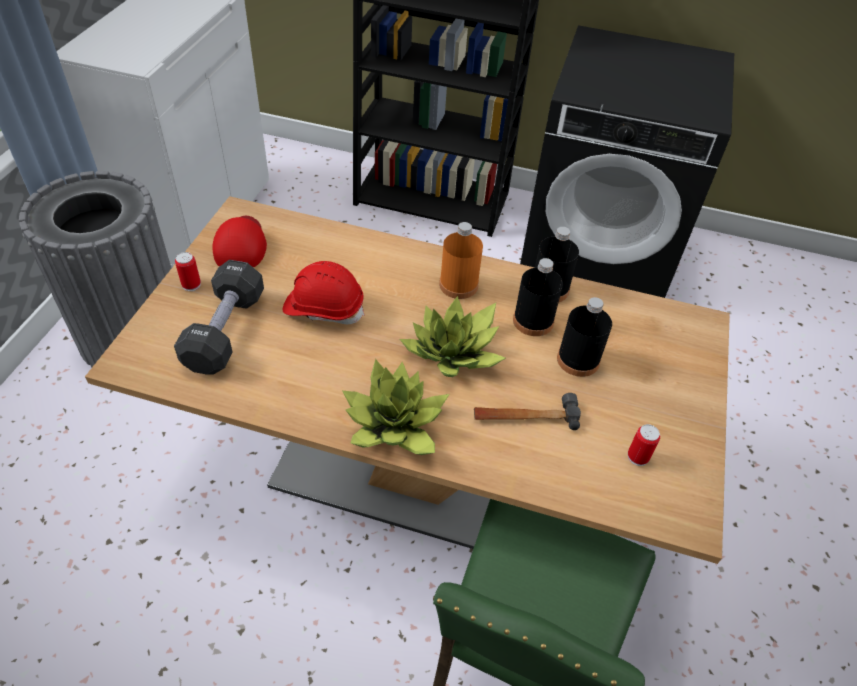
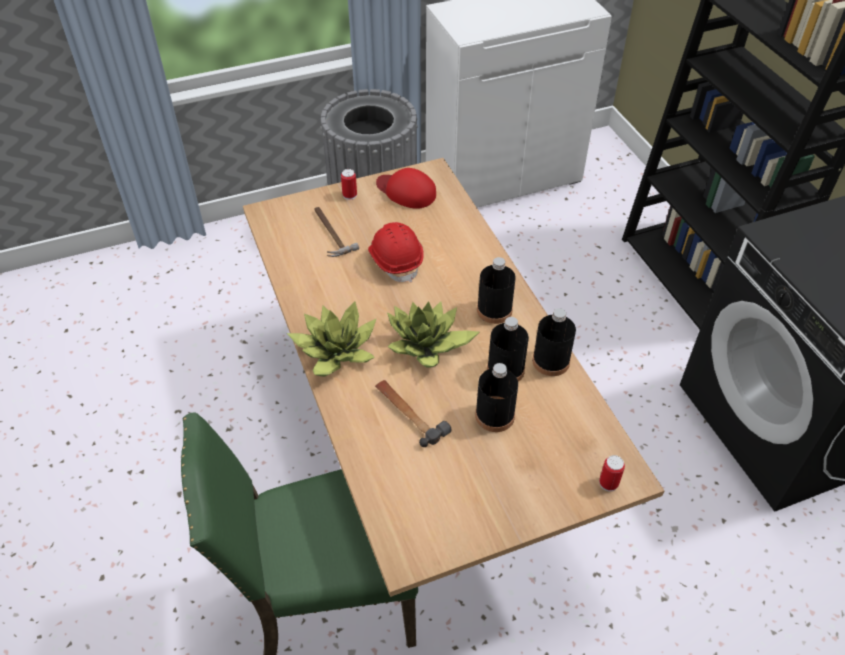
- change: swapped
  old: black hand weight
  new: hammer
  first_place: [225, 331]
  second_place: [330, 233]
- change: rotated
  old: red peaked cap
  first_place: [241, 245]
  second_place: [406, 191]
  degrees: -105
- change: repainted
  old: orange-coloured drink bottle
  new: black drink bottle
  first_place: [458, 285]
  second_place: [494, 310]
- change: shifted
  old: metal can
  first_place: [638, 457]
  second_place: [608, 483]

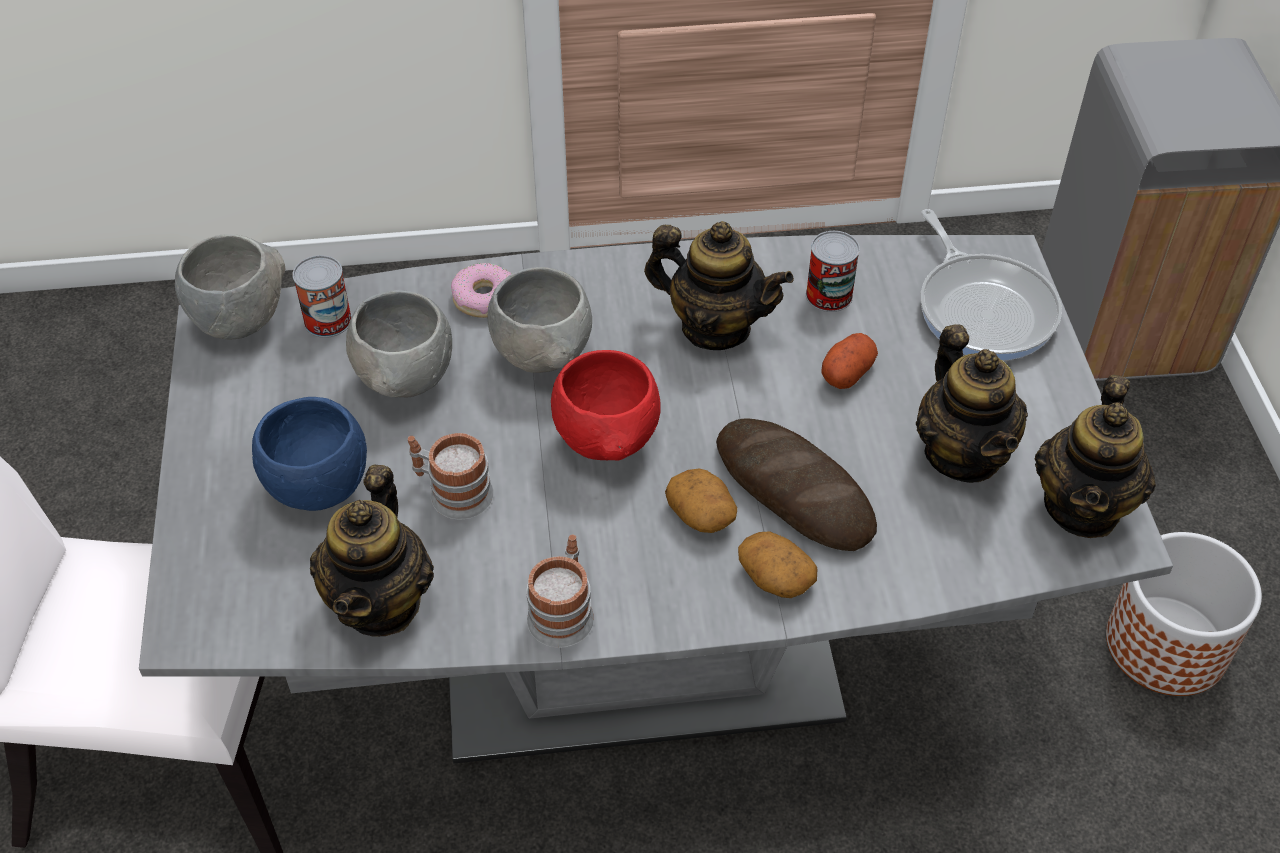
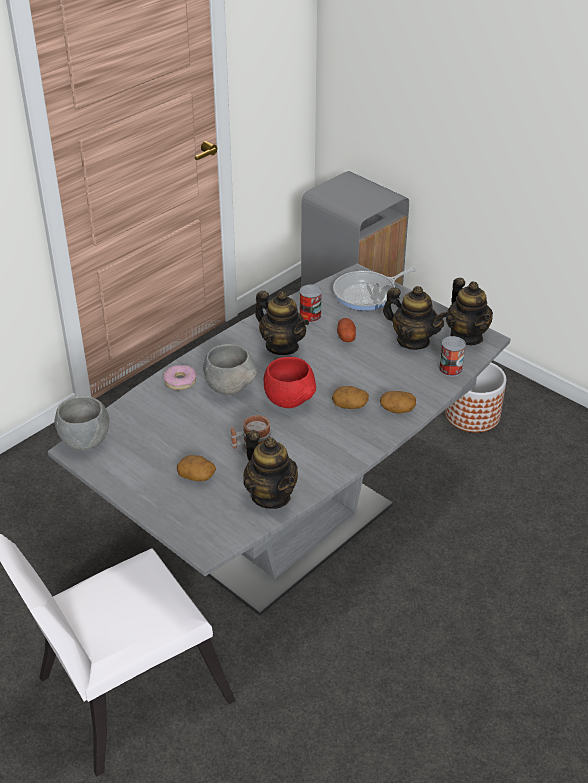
- change: swapped
  old: blue-coloured deep dish
  new: whole potato
  first_place: [318, 487]
  second_place: [197, 476]
- change: rotated
  old: teapot
  first_place: [715, 327]
  second_place: [282, 346]
  degrees: 60
- change: rotated
  old: pan
  first_place: [983, 308]
  second_place: [368, 294]
  degrees: 120
- change: shifted
  old: metal can
  first_place: [328, 320]
  second_place: [450, 369]
- change: gone
  old: gray deep dish
  first_place: [405, 382]
- change: gone
  old: mug
  first_place: [563, 610]
- change: gone
  old: bakery bread
  first_place: [793, 490]

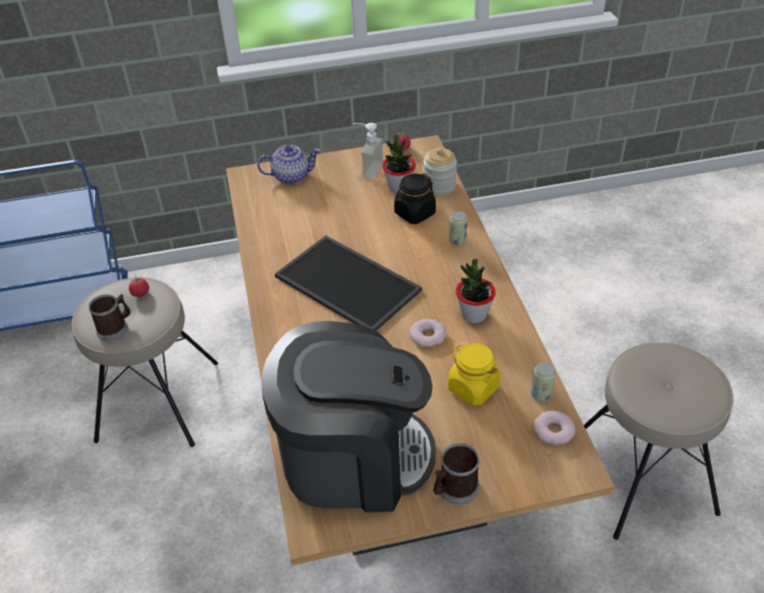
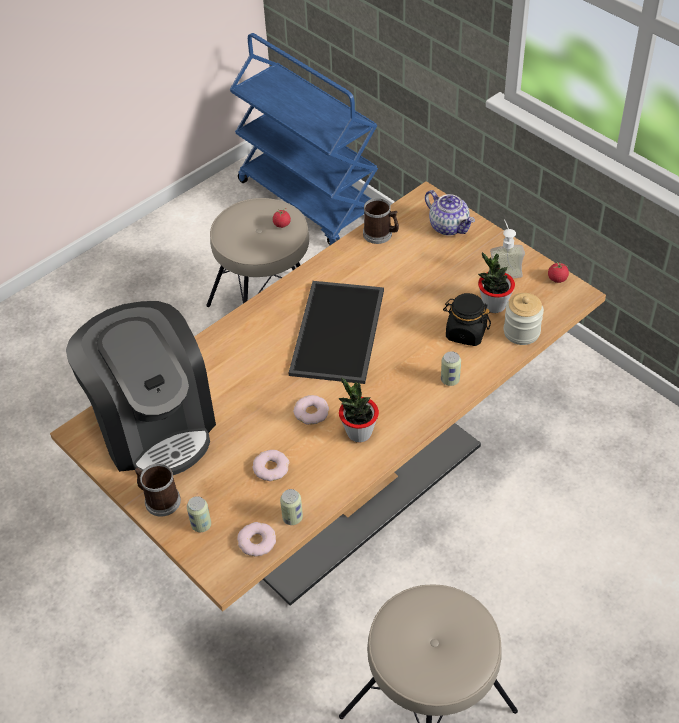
- change: new
  new: metal can
  second_place: [201, 525]
- change: swapped
  old: yellowish jar
  new: ring doughnut
  first_place: [472, 388]
  second_place: [271, 468]
- change: shifted
  old: mug
  first_place: [115, 328]
  second_place: [381, 234]

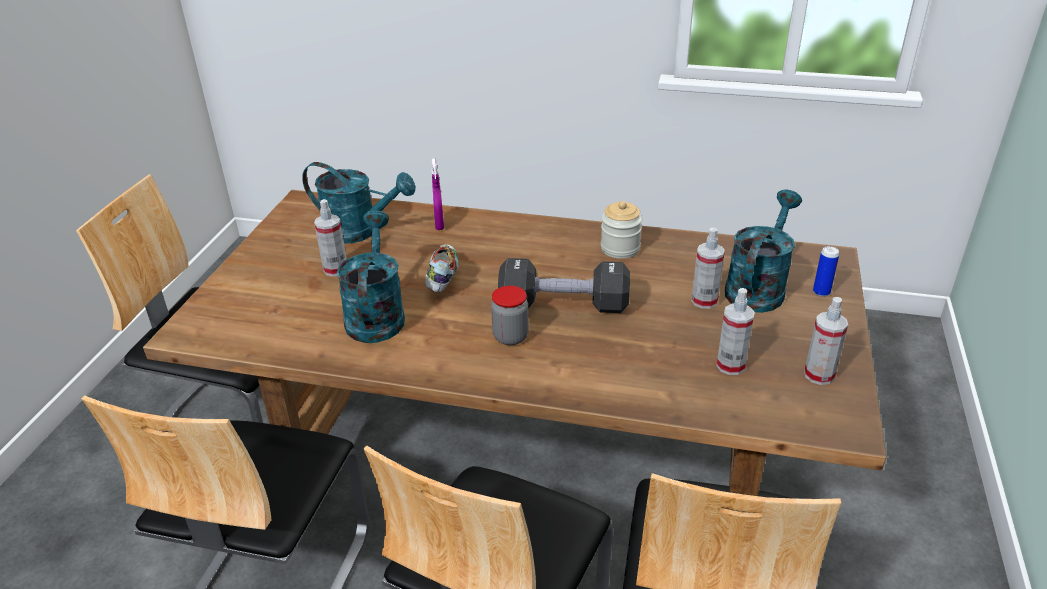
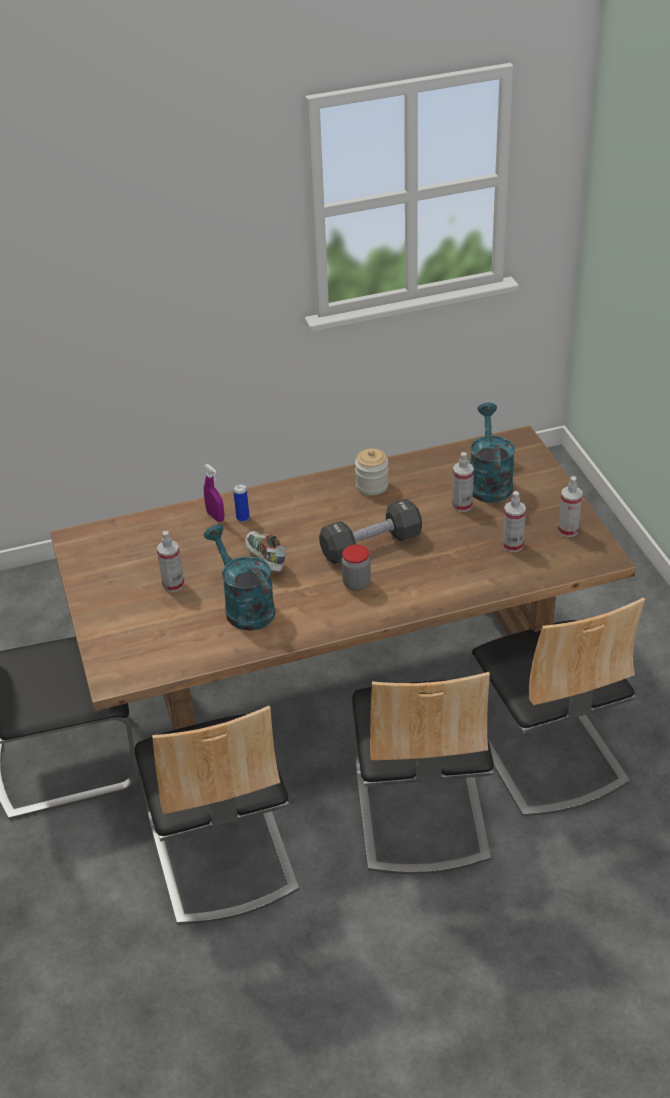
- change: shifted
  old: metal can
  first_place: [821, 292]
  second_place: [243, 518]
- change: gone
  old: turquoise-coloured watering pot
  first_place: [360, 231]

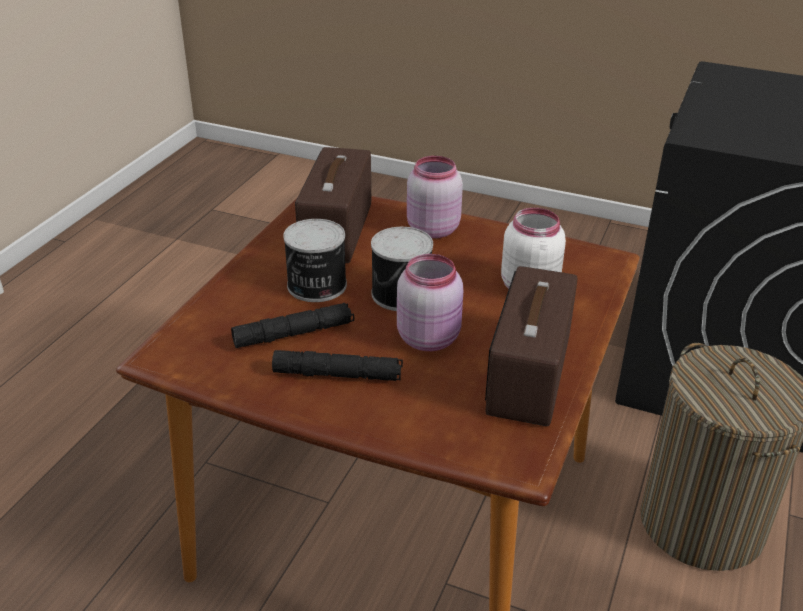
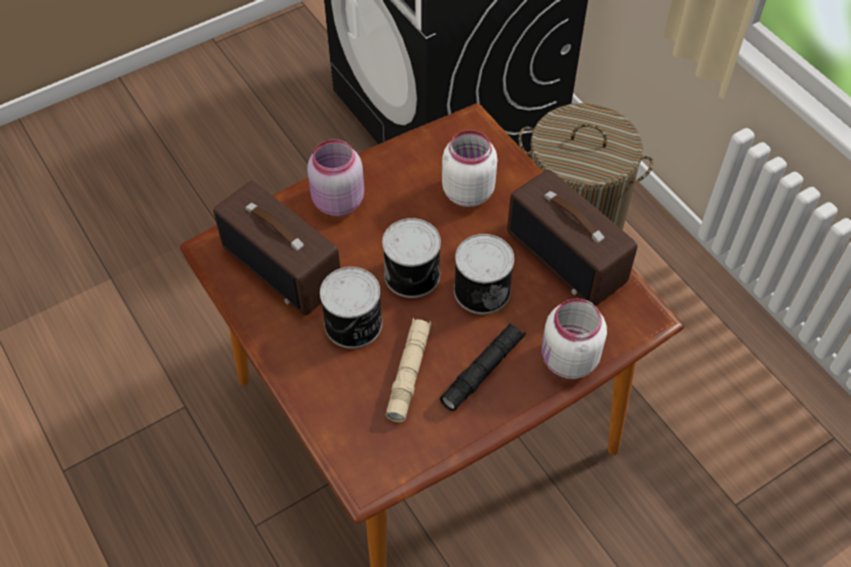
- change: repainted
  old: black flashlight
  new: sand-coloured flashlight
  first_place: [294, 333]
  second_place: [409, 373]
- change: swapped
  old: pink-coloured jar
  new: metal can
  first_place: [429, 337]
  second_place: [481, 289]
- change: new
  new: whitish jar
  second_place: [567, 360]

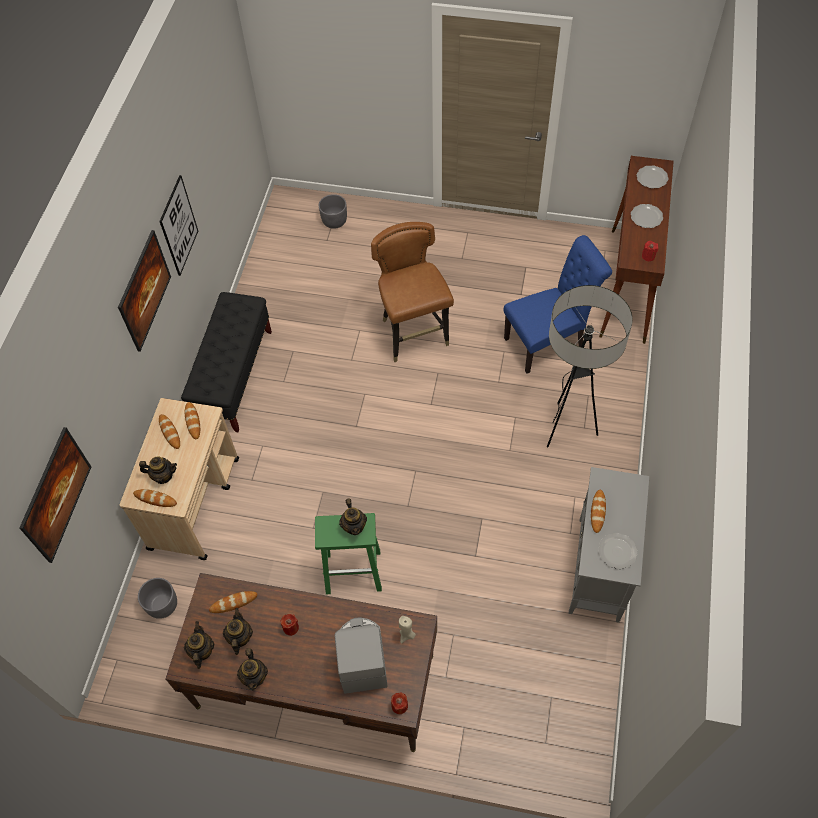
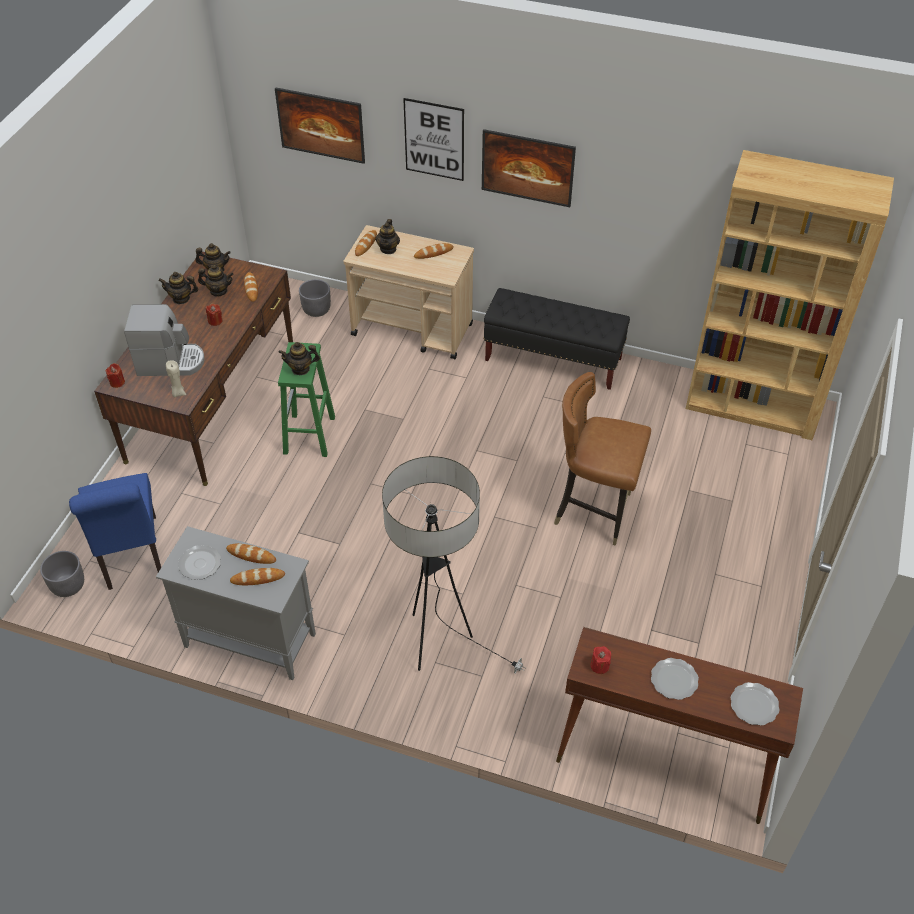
- change: shifted
  old: gray plant pot
  first_place: [334, 221]
  second_place: [68, 585]
- change: shifted
  old: blue-coloured upright chair
  first_place: [548, 342]
  second_place: [131, 557]
- change: shifted
  old: bakery bread
  first_place: [193, 421]
  second_place: [258, 578]
- change: shifted
  old: wall art
  first_place: [179, 226]
  second_place: [434, 139]
- change: rotated
  old: brownish upright chair
  first_place: [413, 335]
  second_place: [594, 511]
  degrees: -150
- change: new
  new: brownish bookshelf
  second_place: [753, 406]

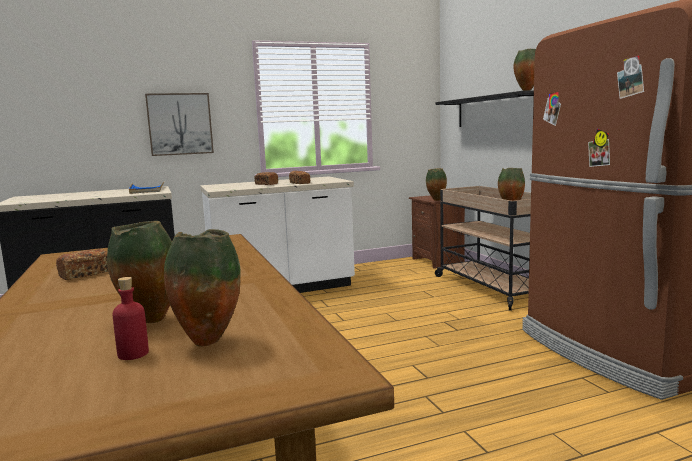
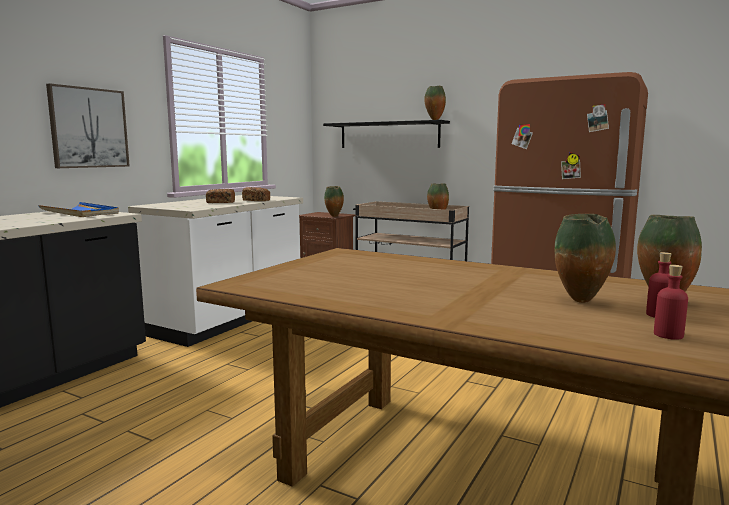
- change: new
  new: red drink bottle
  second_place: [668, 335]
- change: gone
  old: bakery bread
  first_place: [85, 274]

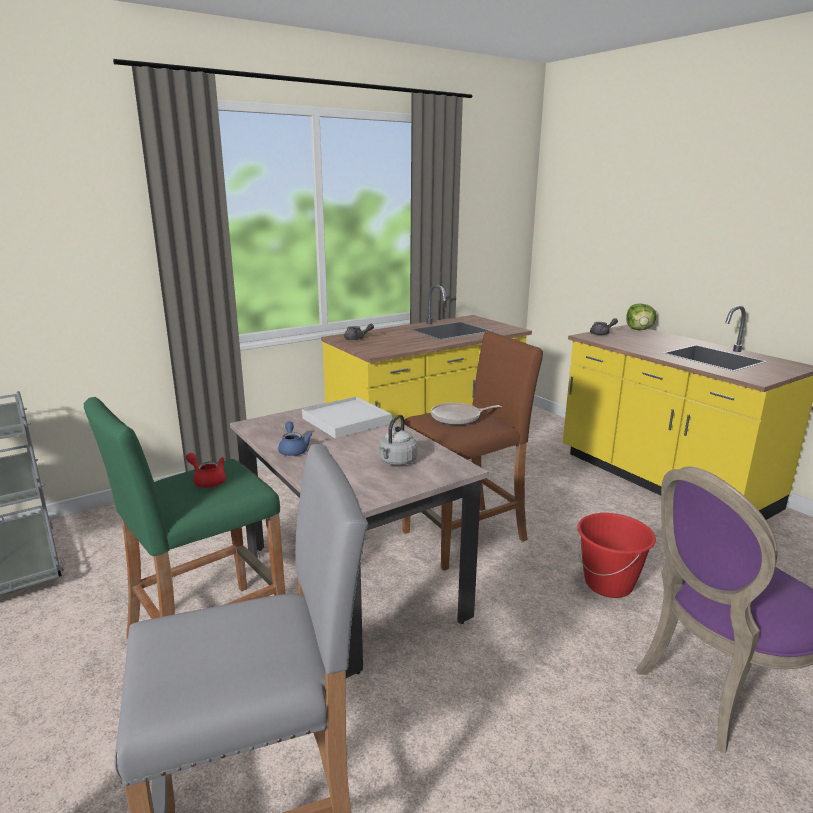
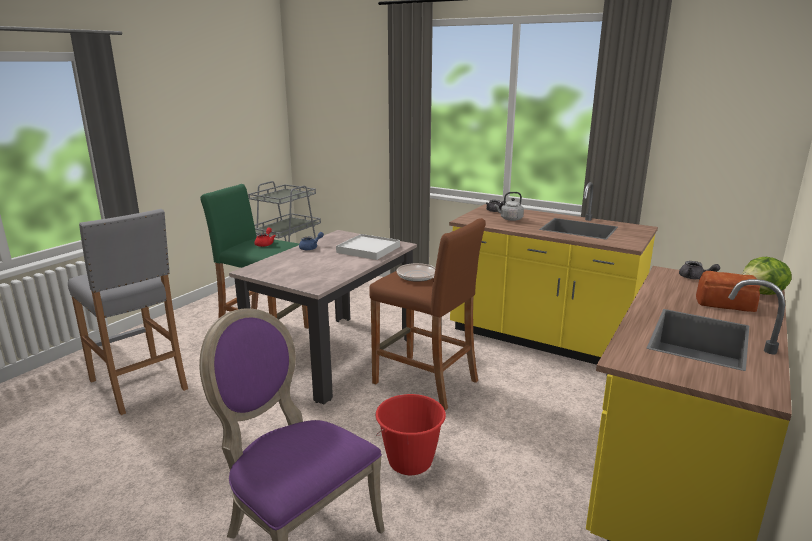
- change: shifted
  old: gray water kettle
  first_place: [396, 462]
  second_place: [510, 219]
- change: new
  new: bakery bread
  second_place: [726, 304]

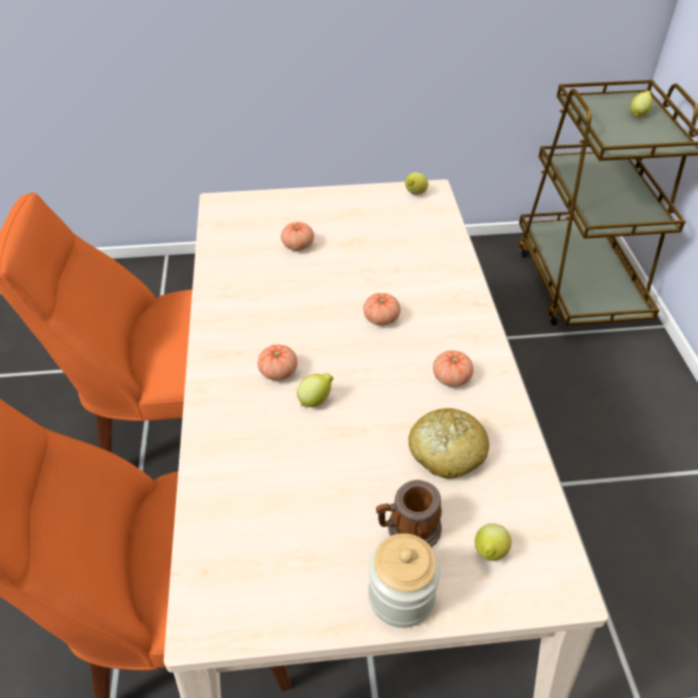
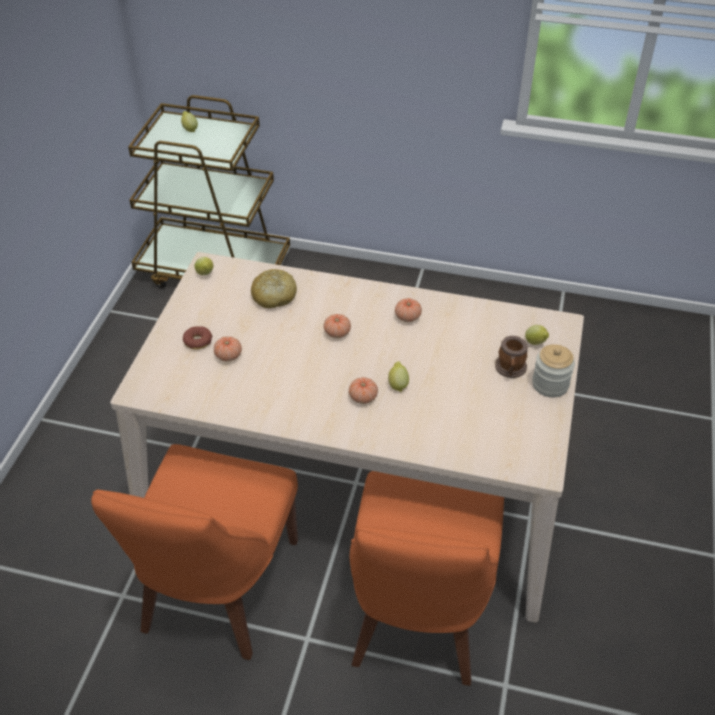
- change: new
  new: ring doughnut
  second_place: [197, 341]
- change: shifted
  old: bakery bread
  first_place: [446, 452]
  second_place: [274, 296]

